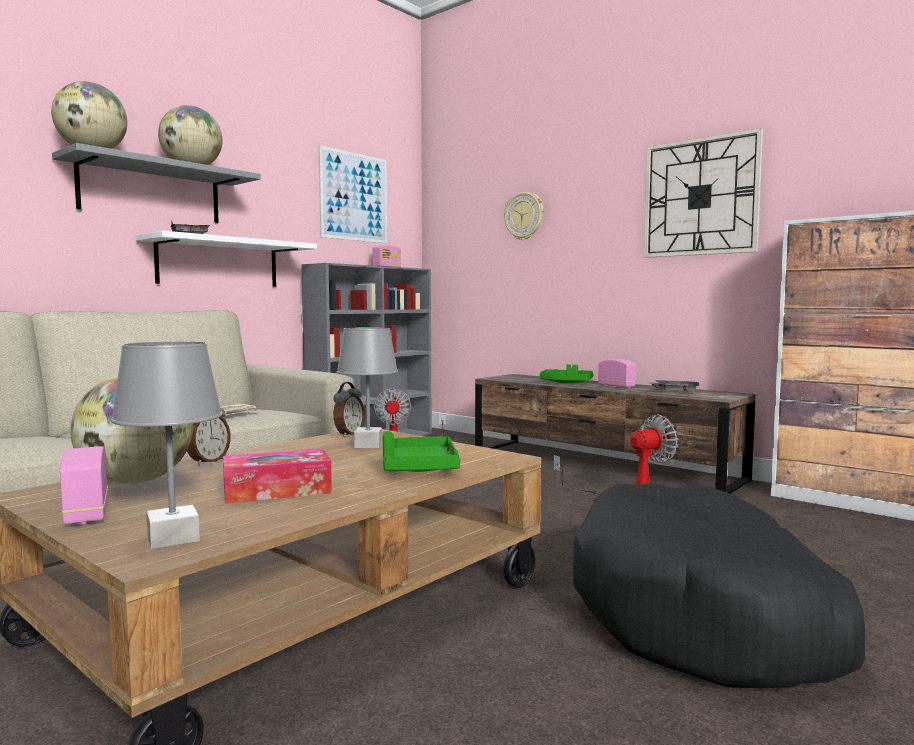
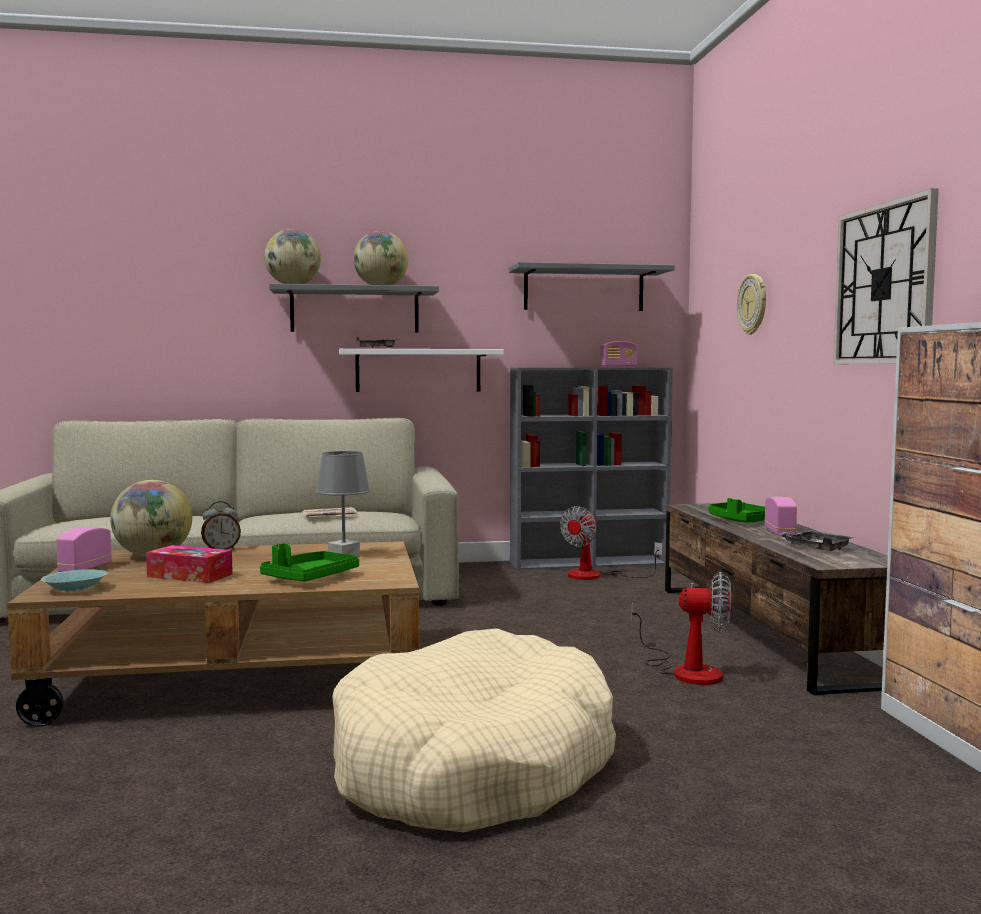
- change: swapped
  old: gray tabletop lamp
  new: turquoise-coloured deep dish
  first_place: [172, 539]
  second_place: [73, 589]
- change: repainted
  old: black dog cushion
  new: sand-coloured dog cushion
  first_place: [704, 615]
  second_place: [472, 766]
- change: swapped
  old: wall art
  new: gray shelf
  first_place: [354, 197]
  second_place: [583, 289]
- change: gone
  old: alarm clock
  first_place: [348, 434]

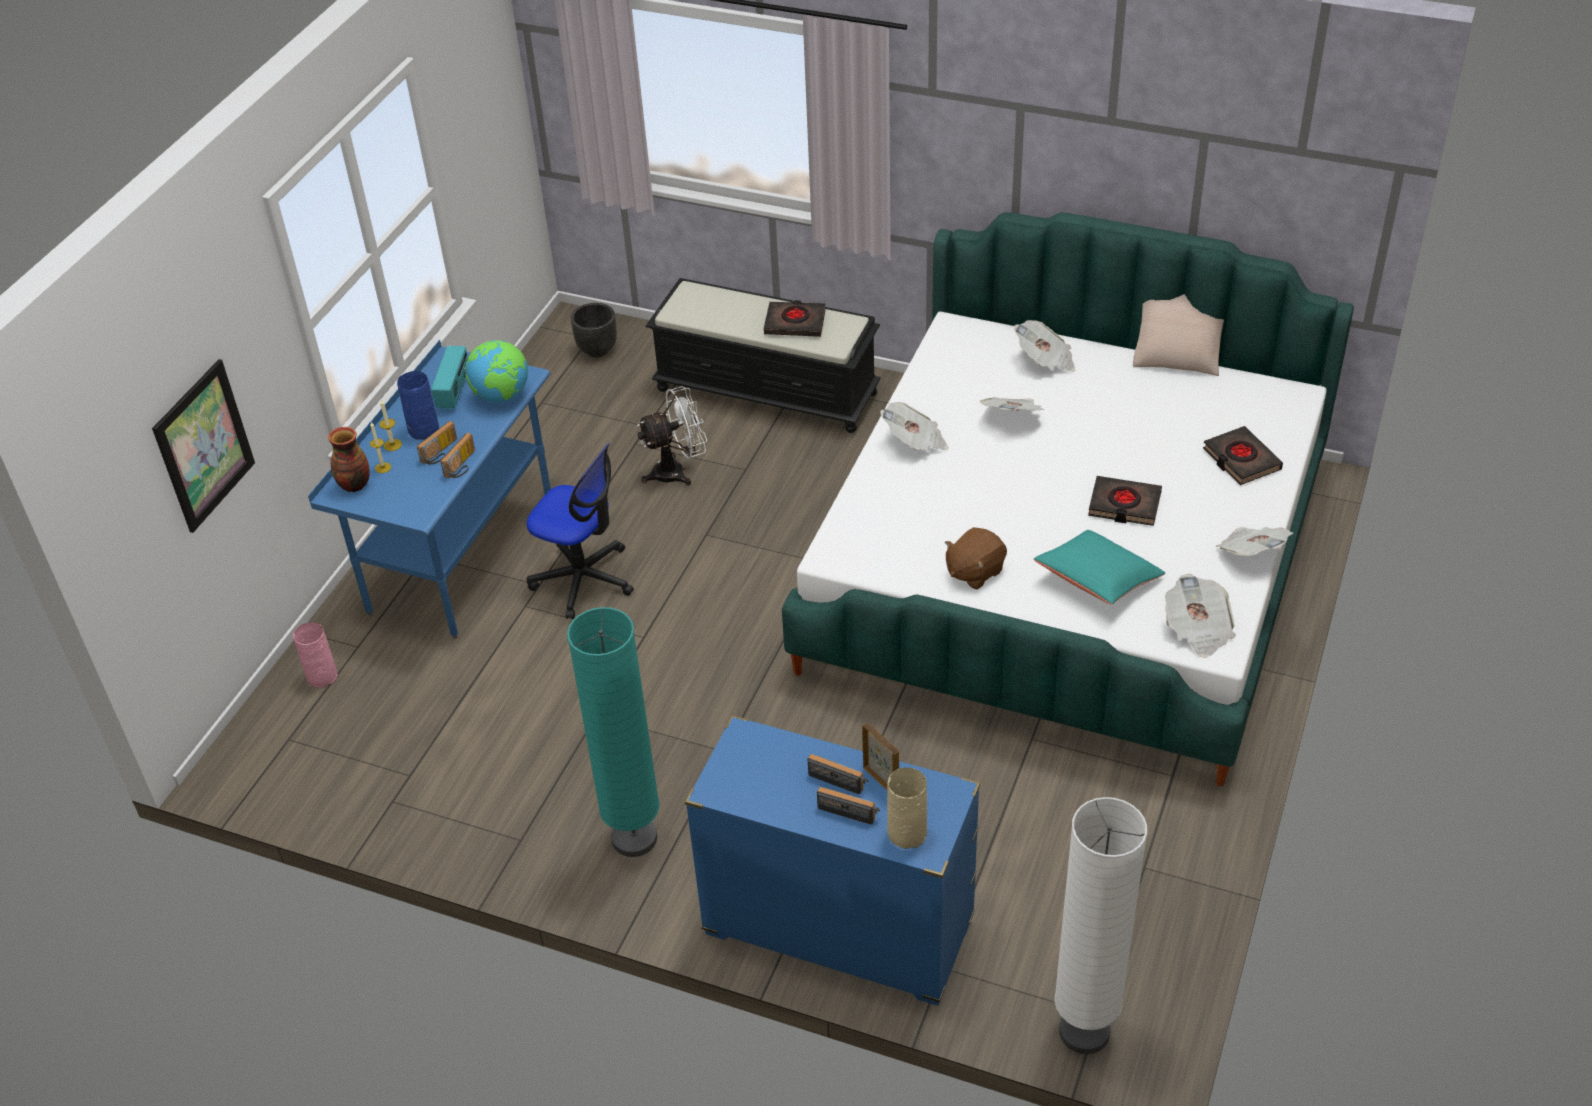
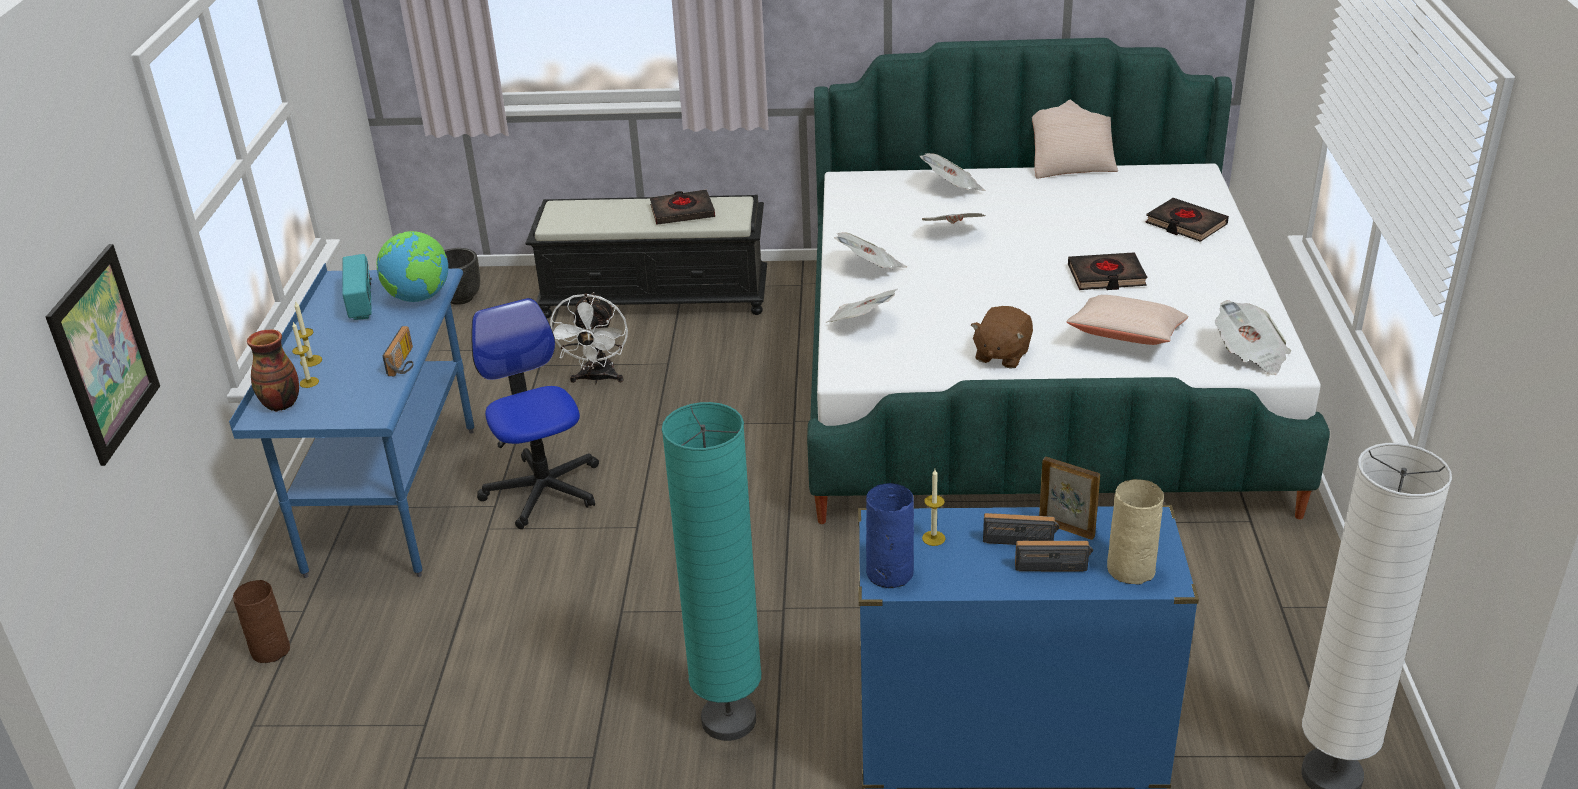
- change: repainted
  old: pink-coloured flower vase
  new: brownish flower vase
  first_place: [322, 675]
  second_place: [270, 649]
- change: rotated
  old: computer chair
  first_place: [583, 579]
  second_place: [543, 490]
  degrees: -120
- change: rotated
  old: whitish electric fan
  first_place: [677, 471]
  second_place: [597, 379]
  degrees: 135
- change: shifted
  old: daily paper
  first_place: [1251, 553]
  second_place: [861, 323]
- change: shifted
  old: blue-coloured flower vase
  first_place: [422, 430]
  second_place: [888, 573]
- change: new
  new: wax candle
  second_place: [933, 538]
- change: repainted
  old: turquoise-coloured cushion
  new: sand-coloured cushion
  first_place: [1098, 580]
  second_place: [1126, 337]
- change: gone
  old: radio set
  first_place: [441, 453]

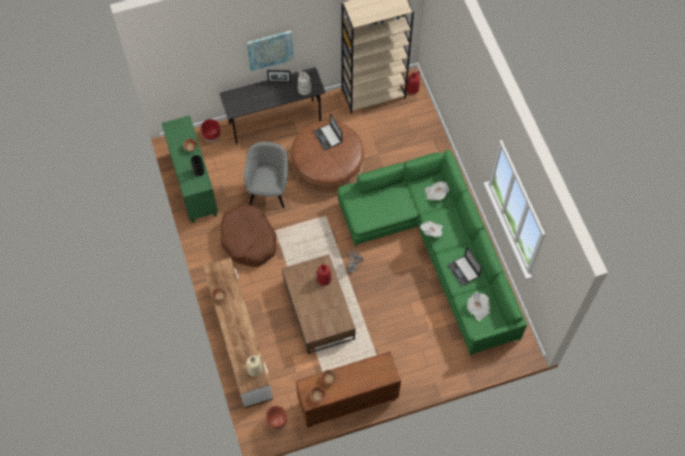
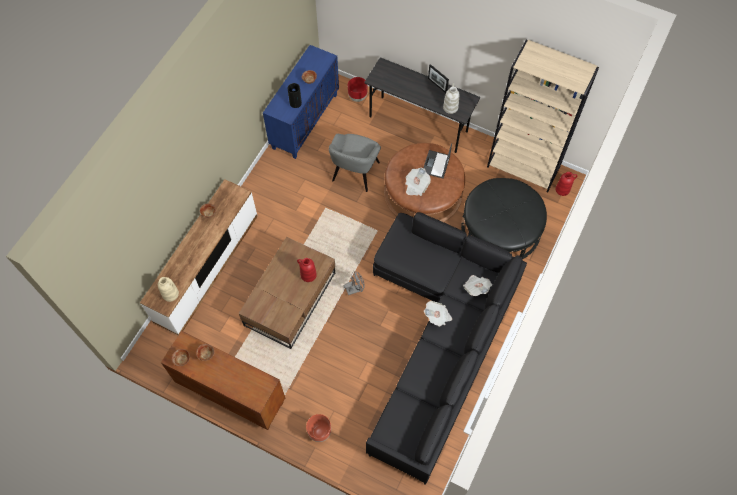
- change: repainted
  old: green storage cabinet
  new: blue-coloured storage cabinet
  first_place: [193, 184]
  second_place: [305, 121]
- change: shifted
  old: brownish plant pot
  first_place: [277, 422]
  second_place: [319, 432]
- change: rotated
  old: gray lounge chair
  first_place: [269, 190]
  second_place: [355, 173]
  degrees: 150
- change: repainted
  old: green settee
  new: black settee
  first_place: [436, 249]
  second_place: [438, 338]
- change: shifted
  old: daily paper
  first_place: [478, 309]
  second_place: [416, 186]
- change: new
  new: black ottoman
  second_place: [501, 227]
- change: gone
  old: brownish dog cushion
  first_place: [249, 240]
- change: gone
  old: wall art
  first_place: [270, 49]
- change: gone
  old: notebook computer
  first_place: [464, 271]

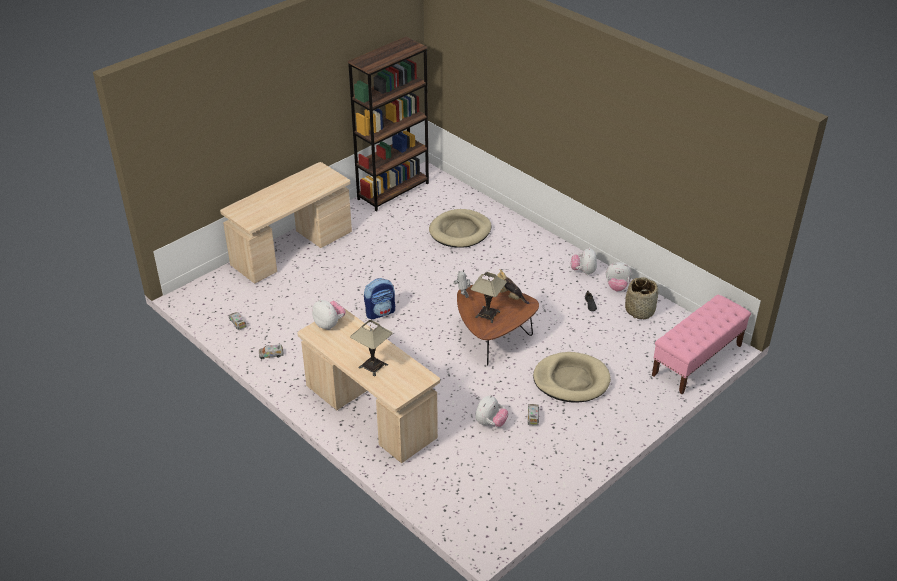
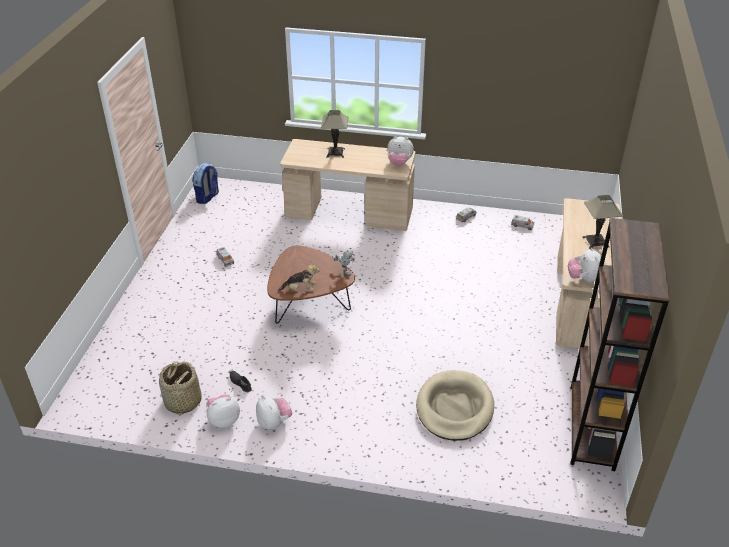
- change: shifted
  old: backpack
  first_place: [380, 312]
  second_place: [207, 197]
- change: shifted
  old: cuddly toy
  first_place: [490, 423]
  second_place: [583, 279]
- change: shifted
  old: tabletop lamp
  first_place: [487, 314]
  second_place: [595, 242]
- change: gone
  old: sand-coloured dog cushion
  first_place: [571, 380]
- change: gone
  old: pink-coloured bench
  first_place: [697, 360]

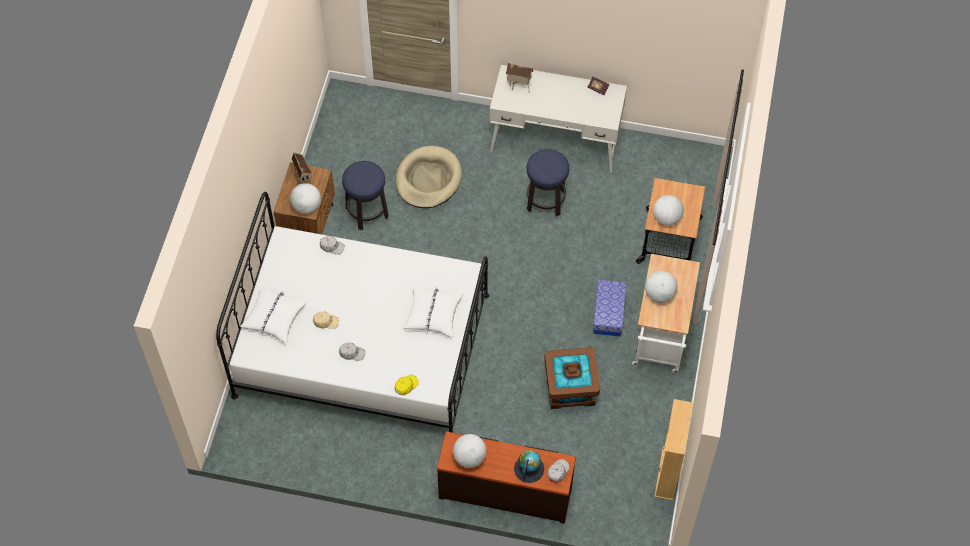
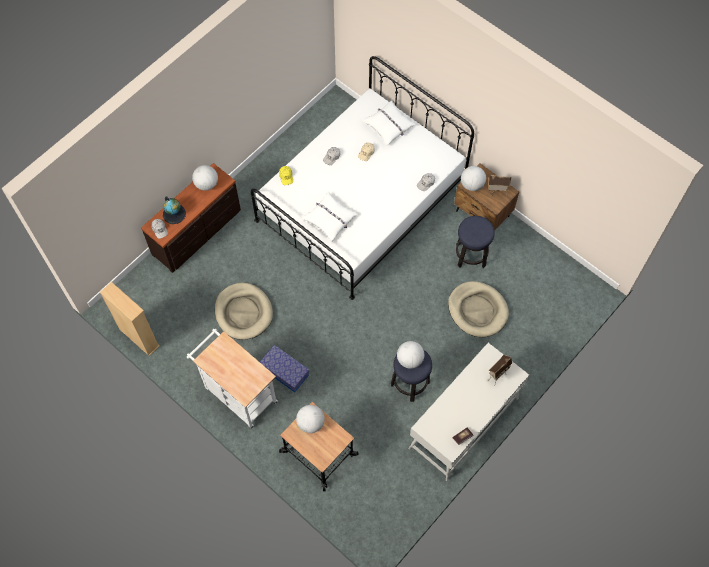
- change: swapped
  old: brownish storage bin
  new: sand-coloured dog cushion
  first_place: [570, 387]
  second_place: [243, 312]
- change: shifted
  old: desk globe
  first_place: [659, 294]
  second_place: [410, 359]

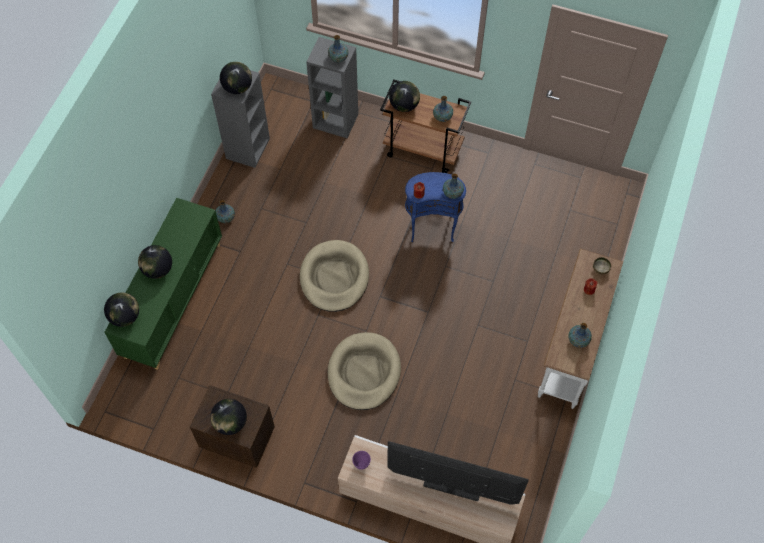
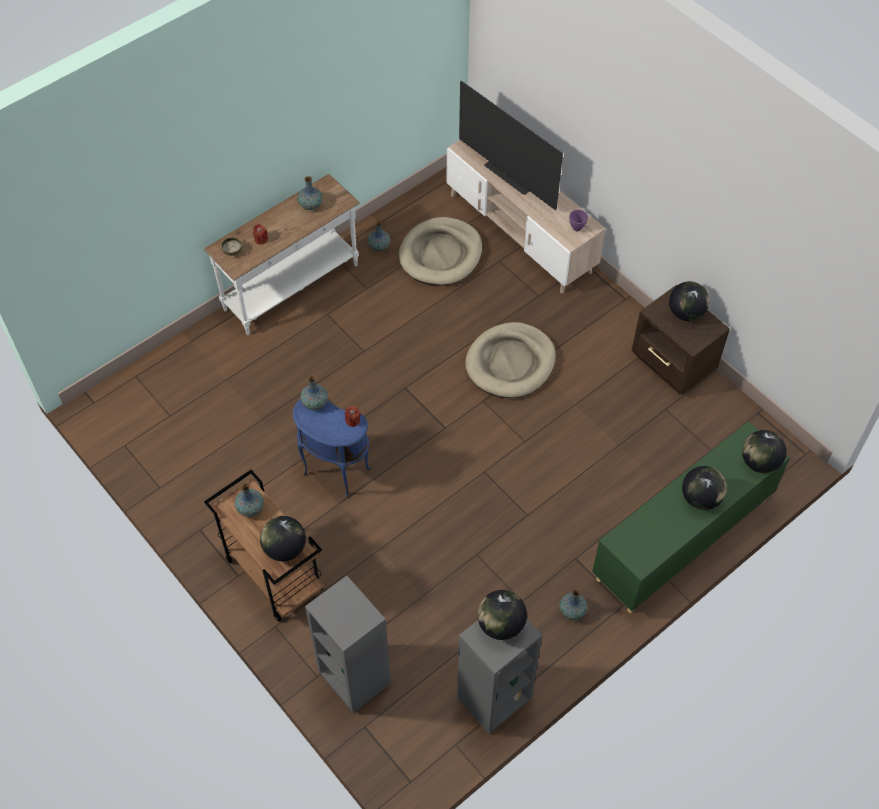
- change: shifted
  old: flower vase
  first_place: [338, 58]
  second_place: [379, 246]
- change: shifted
  old: sand-coloured dog cushion
  first_place: [334, 277]
  second_place: [441, 254]

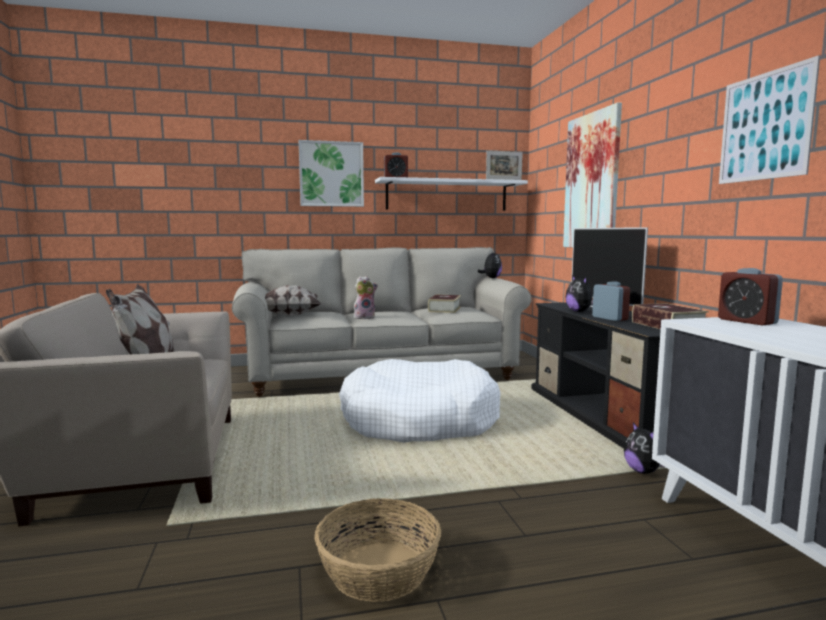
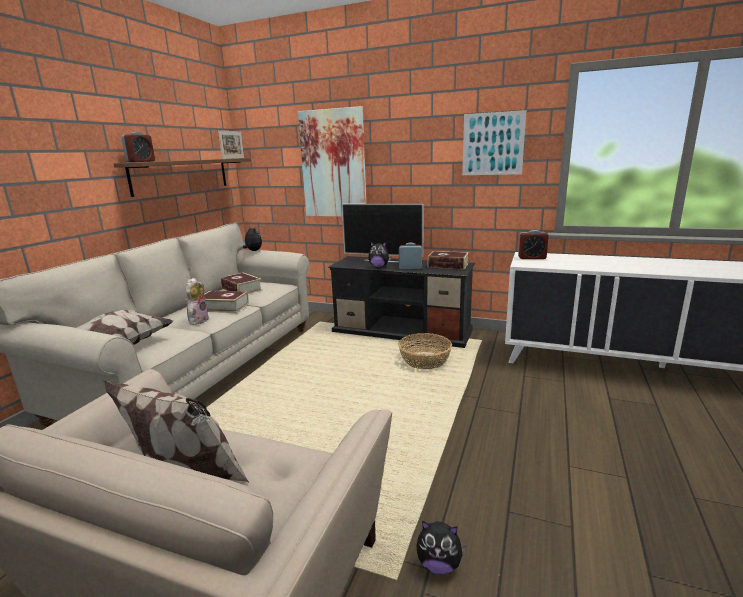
- change: repainted
  old: whitish shelf
  new: brownish shelf
  first_place: [447, 195]
  second_place: [181, 175]
- change: new
  new: book
  second_place: [223, 307]
- change: shifted
  old: household basket
  first_place: [378, 571]
  second_place: [425, 361]
- change: shifted
  old: cuddly toy
  first_place: [643, 471]
  second_place: [439, 564]
- change: gone
  old: wall art
  first_place: [331, 174]
- change: gone
  old: whitish dog cushion
  first_place: [419, 420]

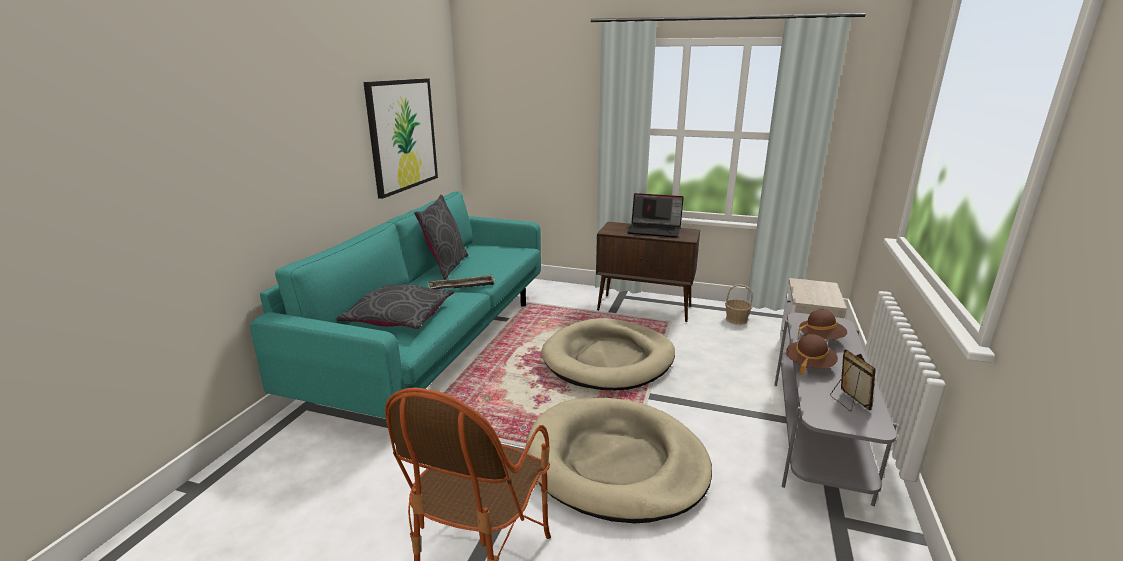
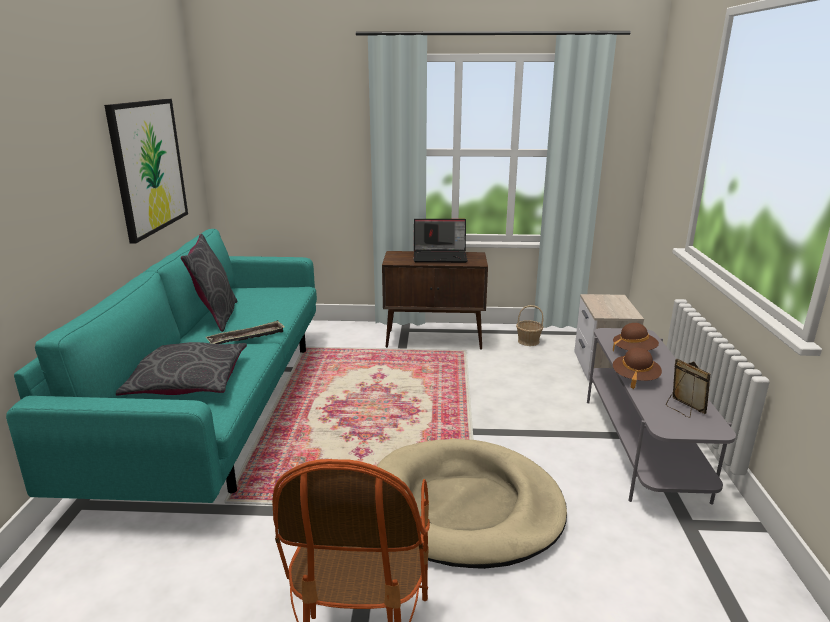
- change: gone
  old: sand-coloured dog cushion
  first_place: [608, 359]

